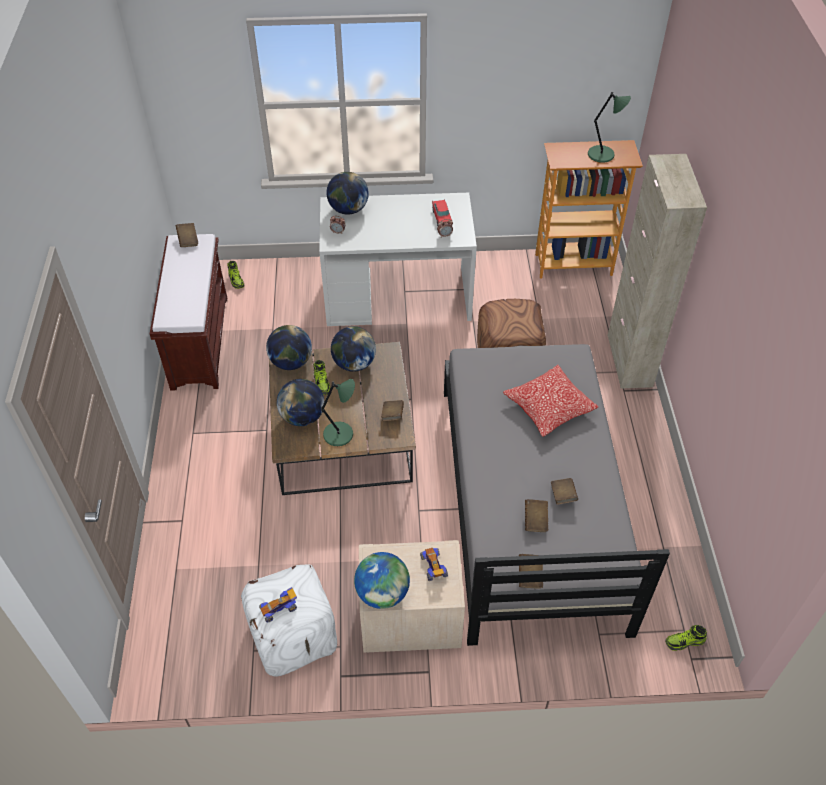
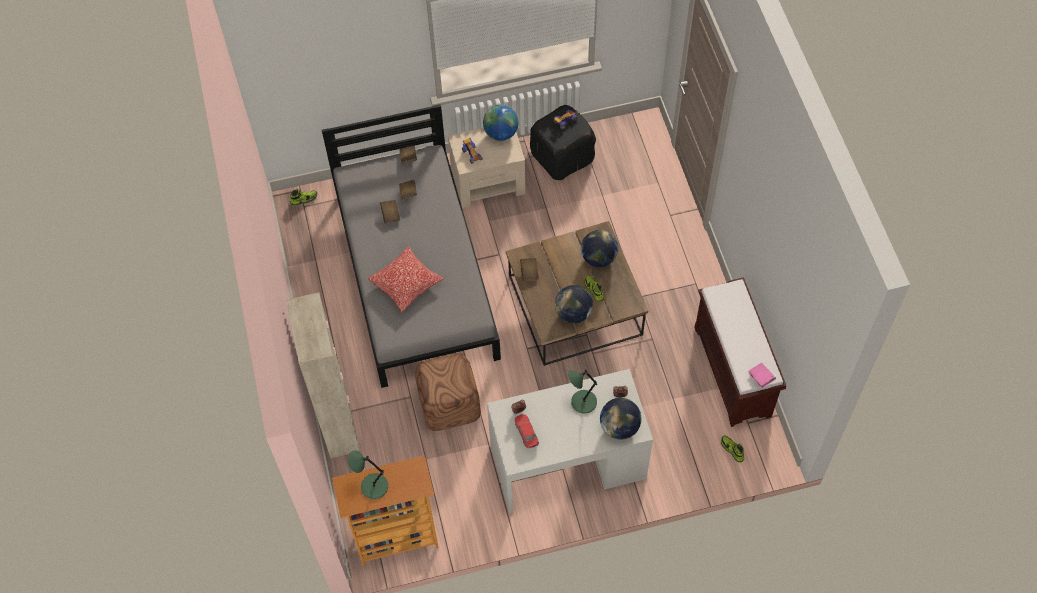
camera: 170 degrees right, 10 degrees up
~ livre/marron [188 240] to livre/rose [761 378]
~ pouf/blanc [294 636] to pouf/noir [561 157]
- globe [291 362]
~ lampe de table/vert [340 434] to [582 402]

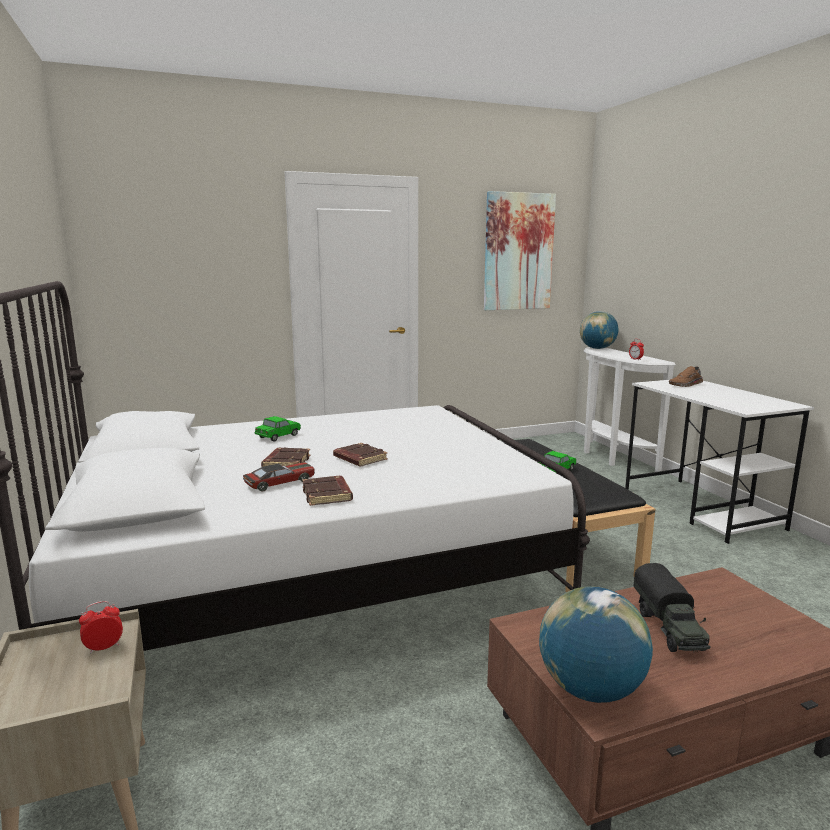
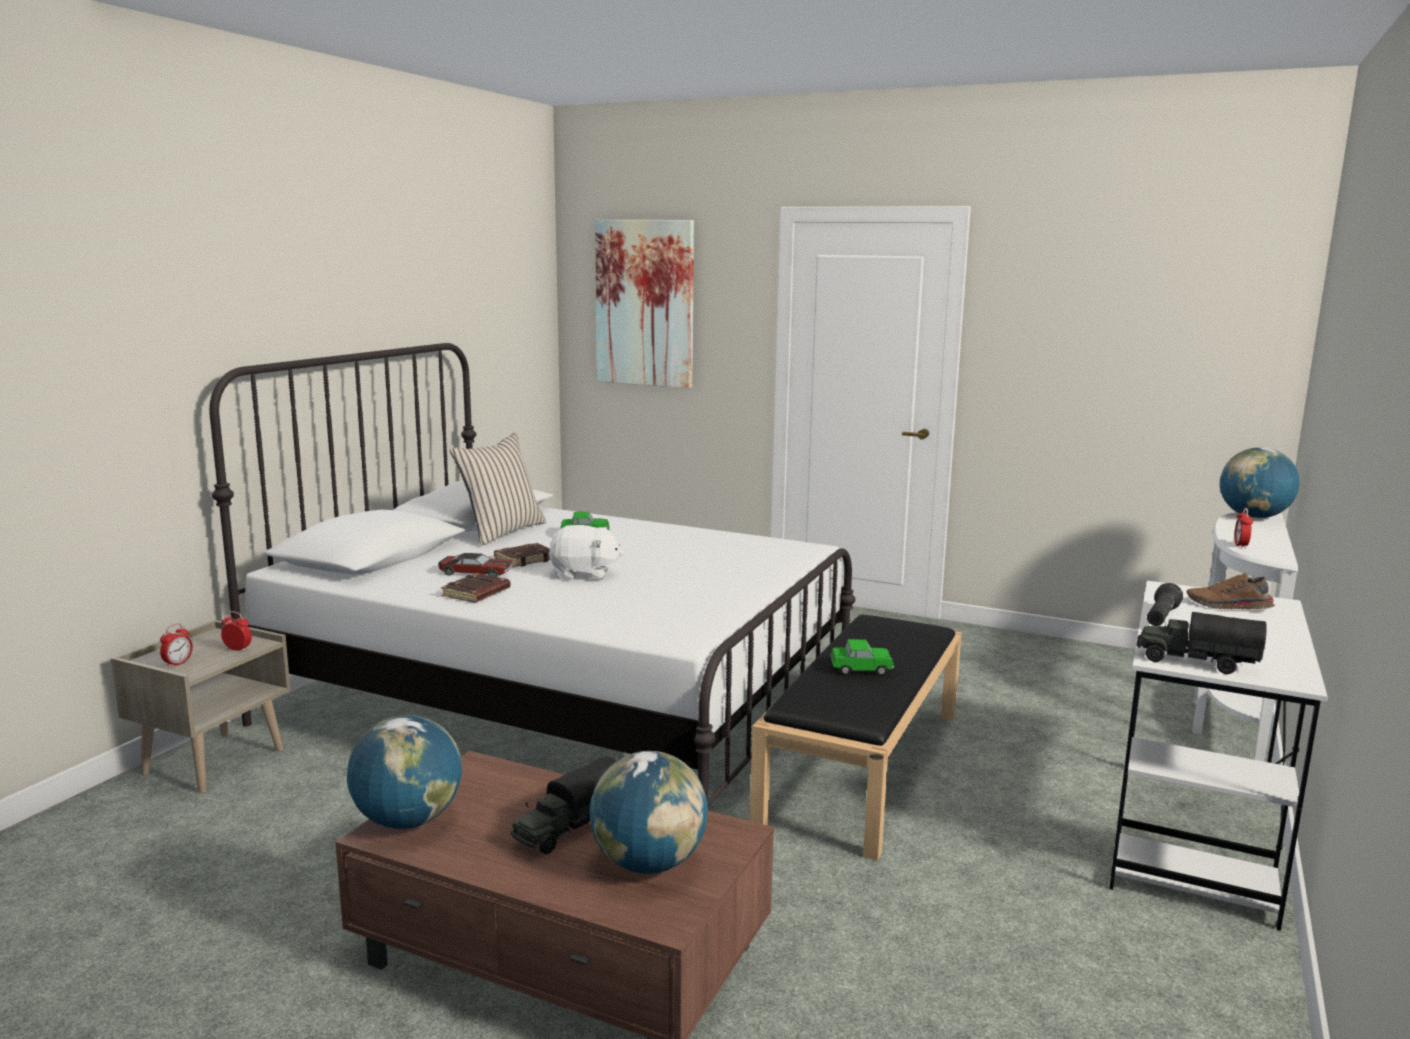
camera: 45 degrees right, 0 degrees up
~ livre/marron [359 459] to peluche/blanc [584 574]
~ tableau [518 252] to [645 303]
+ réveil [178 664]
+ coussin/beige [501 532]
+ globe [649 863]
+ camion jouet [1196 662]
+ lampe de poche/noir [1161 618]

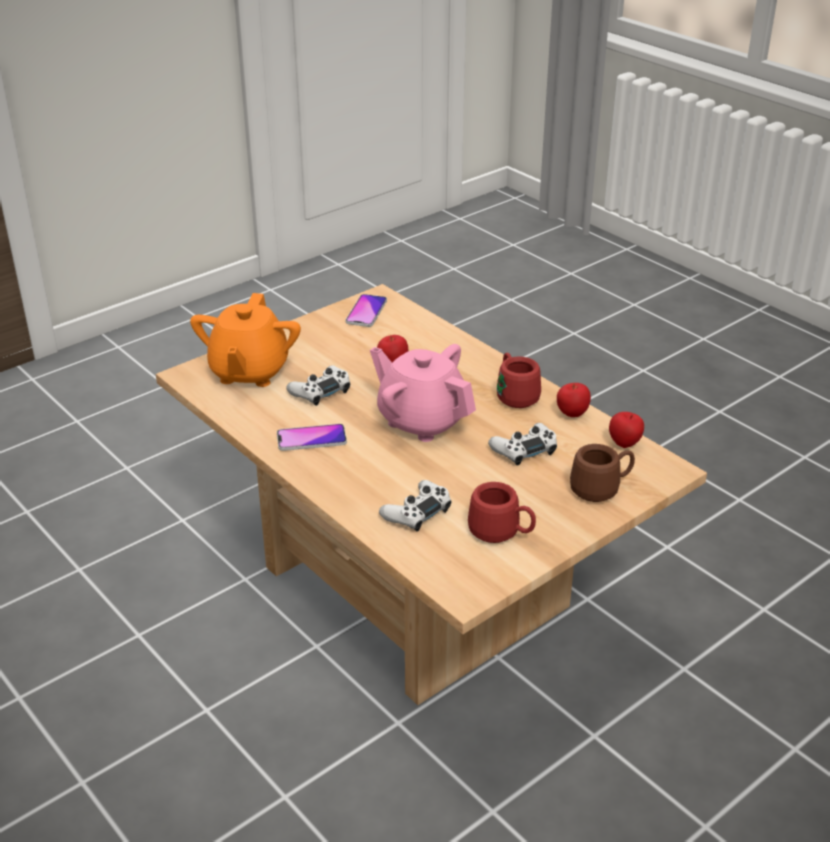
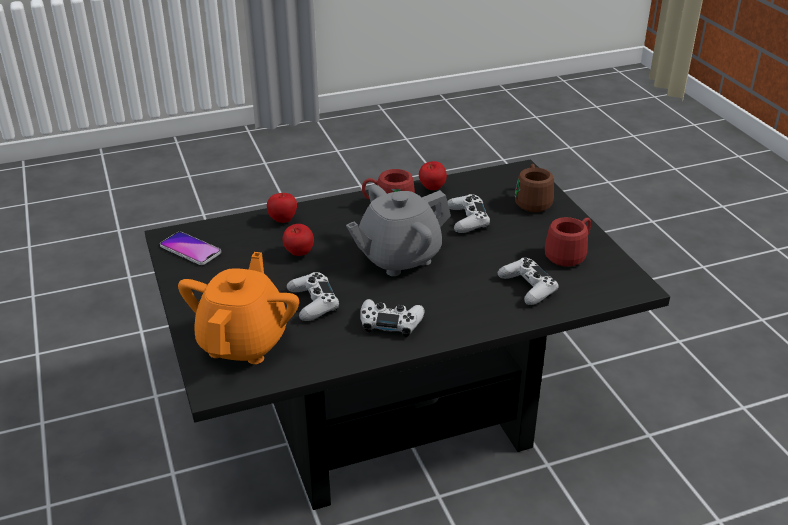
camera: 70 degrees left, 0 degrees up
~ table basse/beige [415 586] to table basse/noir [394 414]
~ théière/orange [249 372] = [244 342] 105 degrees counterclockwise
~ téléphone [311 439] to manette/blanc [390 323]
~ théière/rose [422 421] to théière/gris [398 257]
~ pomme [625 444] to [283 220]

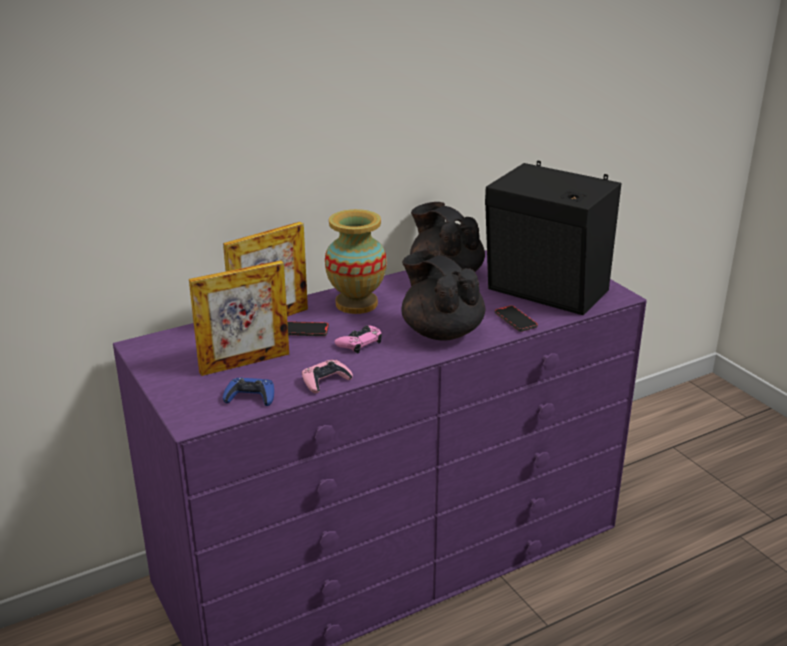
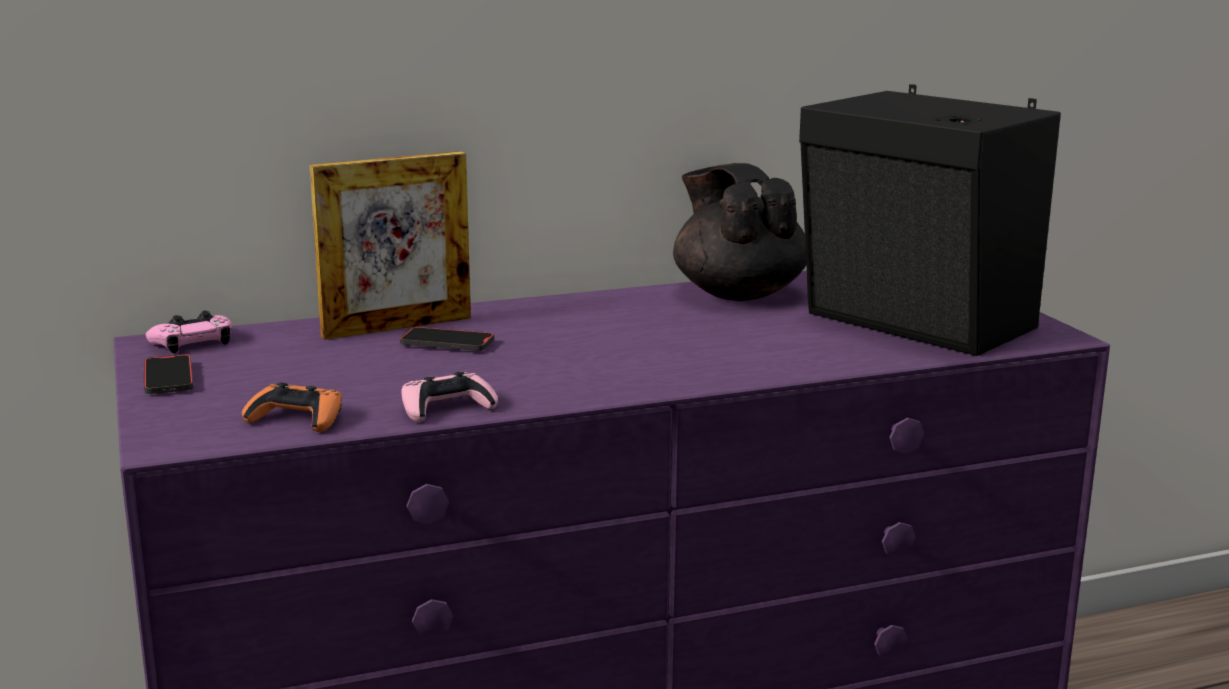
camera: 10 degrees right, 10 degrees down
- cadre photo [245 363]
~ manette/bleu [250 397] to manette/orange [296 419]
- vase [356 304]
~ manette/rose [359 343] to [193 342]
- théière/noir [441 331]
~ téléphone [515 320] to [168 378]

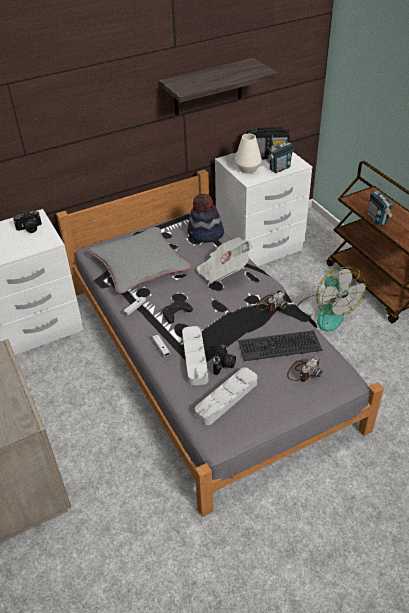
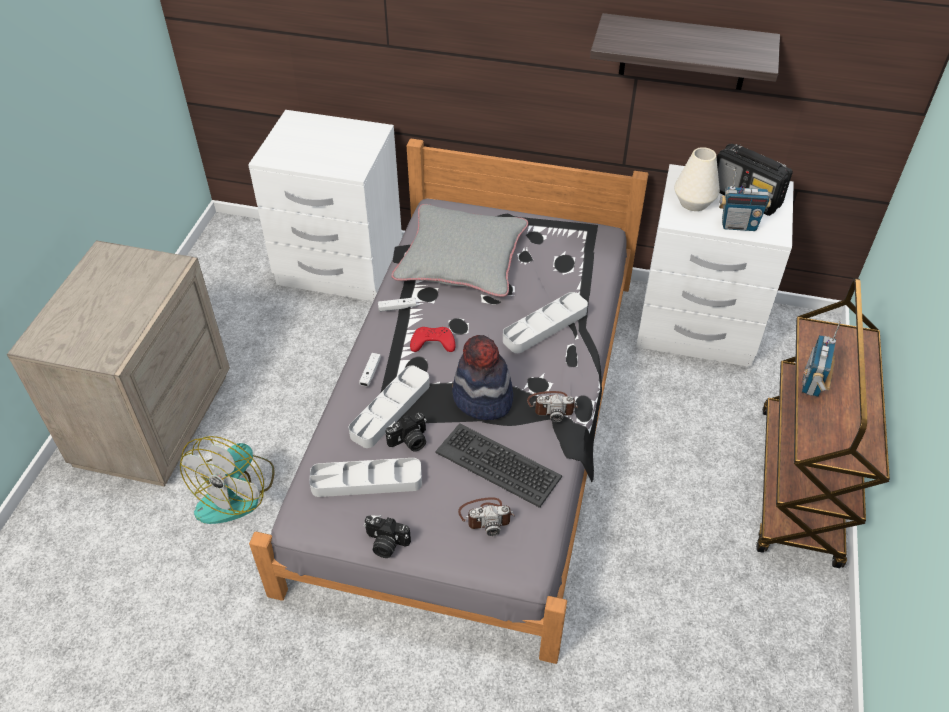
camera: 40 degrees right, 5 degrees up
~ appareil photo [30 229] to [385 544]
~ manette/noir [176 313] to manette/rouge [432 343]
~ chapeau [205 234] to [482 398]
~ journal [223 271] to plateau/gris [545 326]
~ ventilateur [325 312] to [237 491]

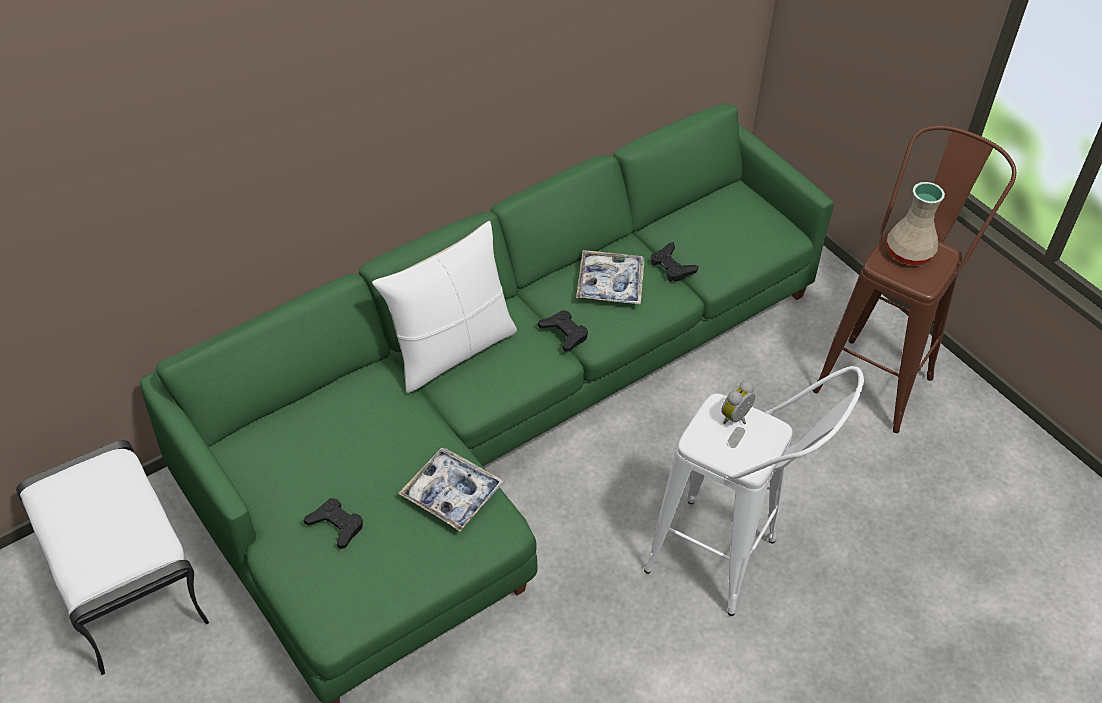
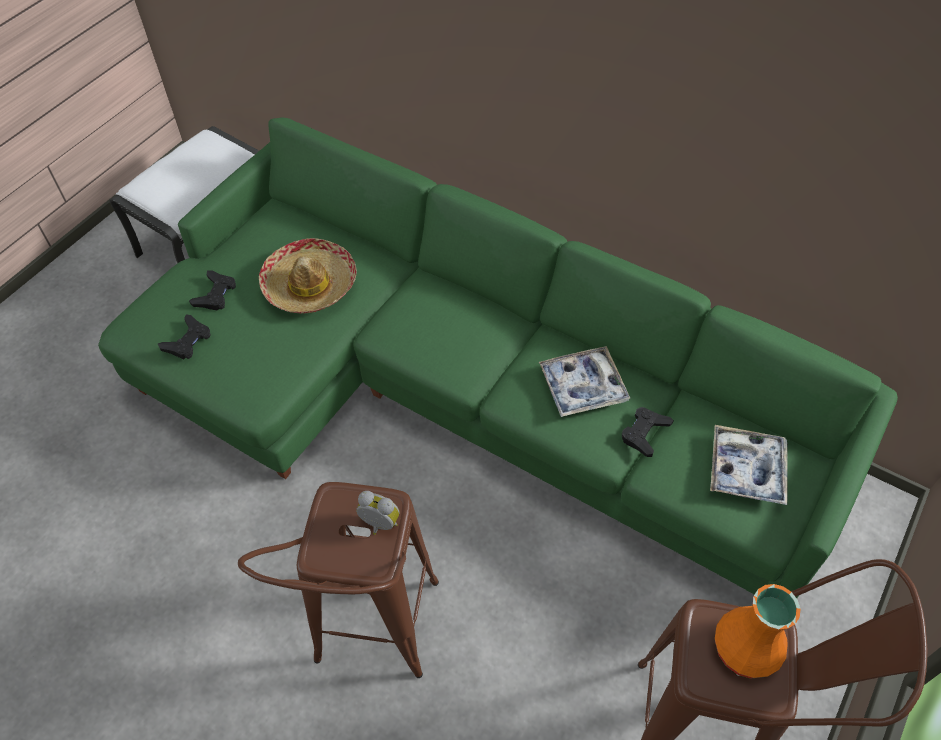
camera: 70 degrees right, 5 degrees up
- coussin/blanc [451 350]
~ plateau [452 494] to [746 469]
~ manette/noir [564 333] to [188 341]
~ tabouret/blanc [729 565] to tabouret/marron [373 642]
~ vase/beige [909 254] to vase/orange [744 649]
+ chapeau [310 285]

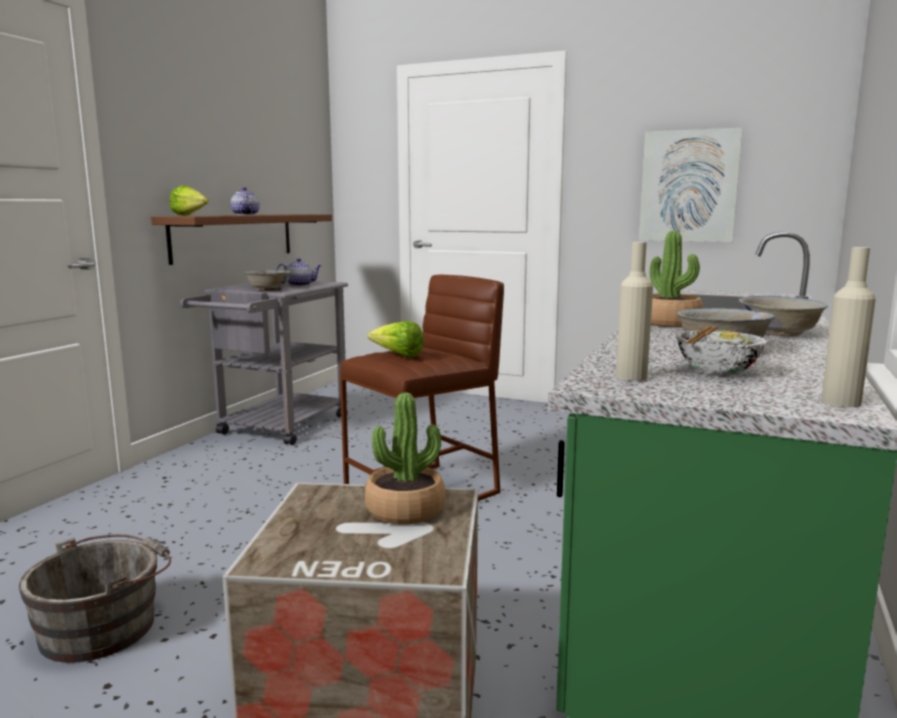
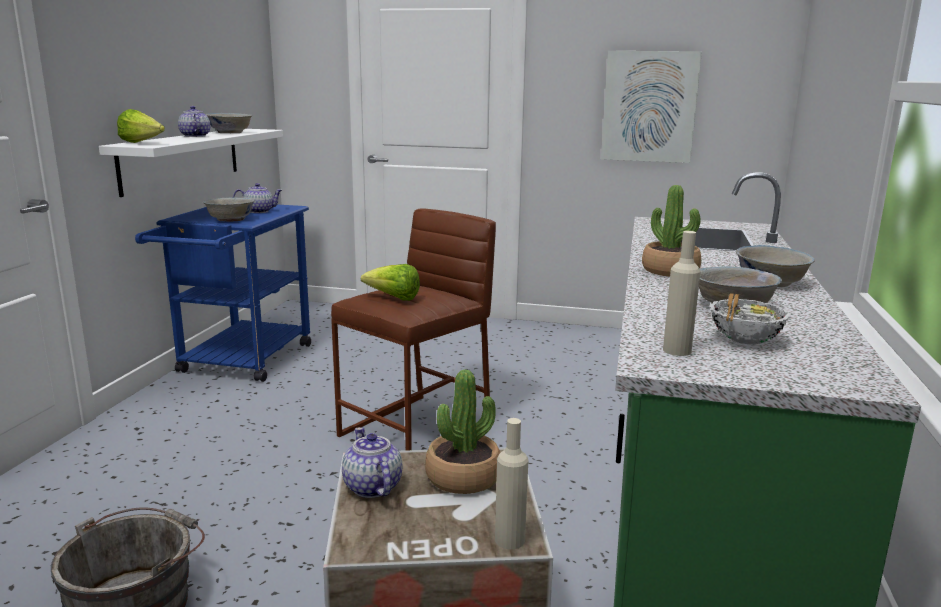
camera: 10 degrees left, 5 degrees up
~ étagère/marron [234 236] to étagère/blanc [182 159]
~ chariot/gris [277 428] to chariot/bleu [240 362]
~ bouteille/beige [841 402] to [510 540]
+ bol/blanc [230 132]
+ théière [371 487]

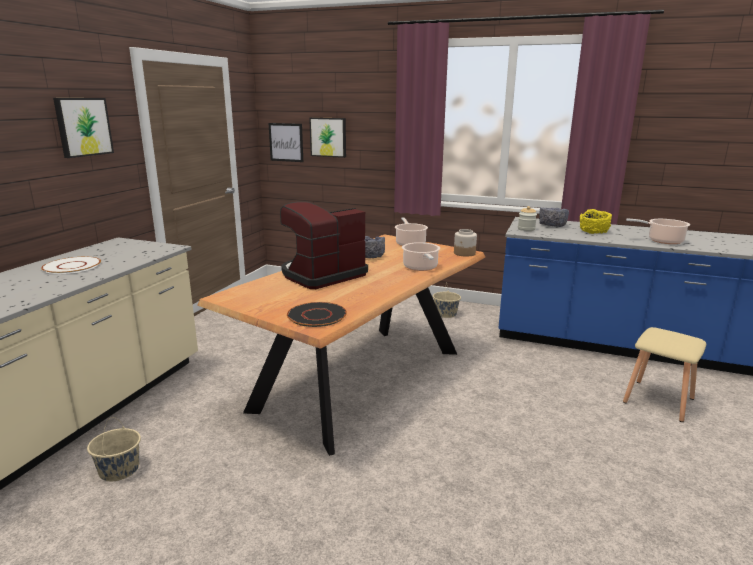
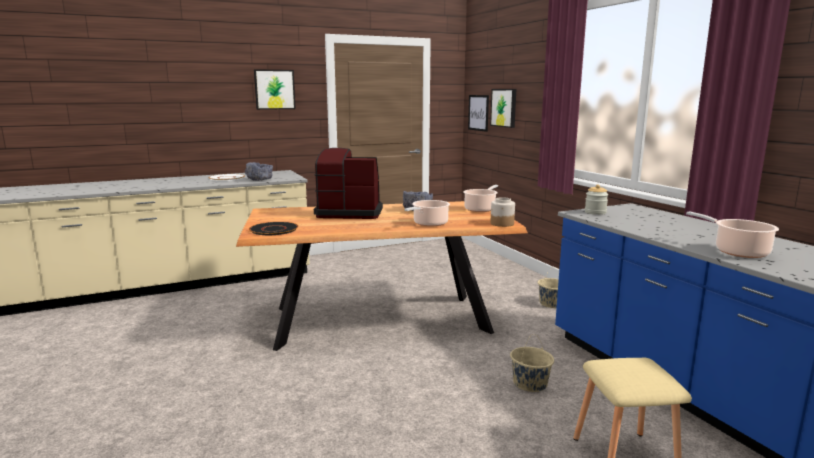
camera: 45 degrees right, 5 degrees down
~ seau/beige [119 470] to [530 383]
~ bol/gris [552 225] to [259 179]
- bol/jaune [593 231]

